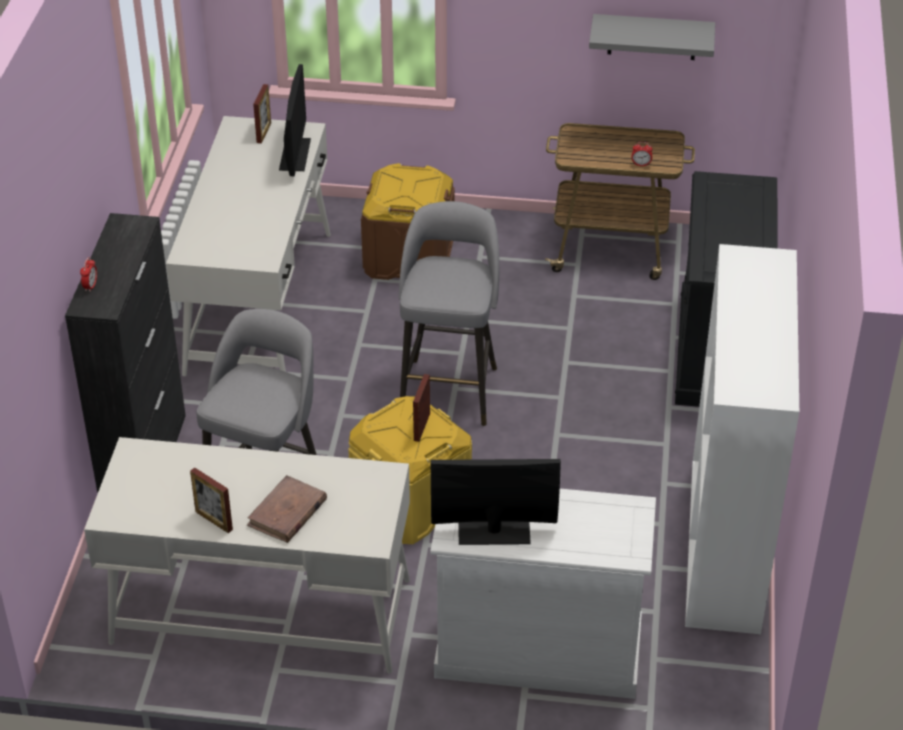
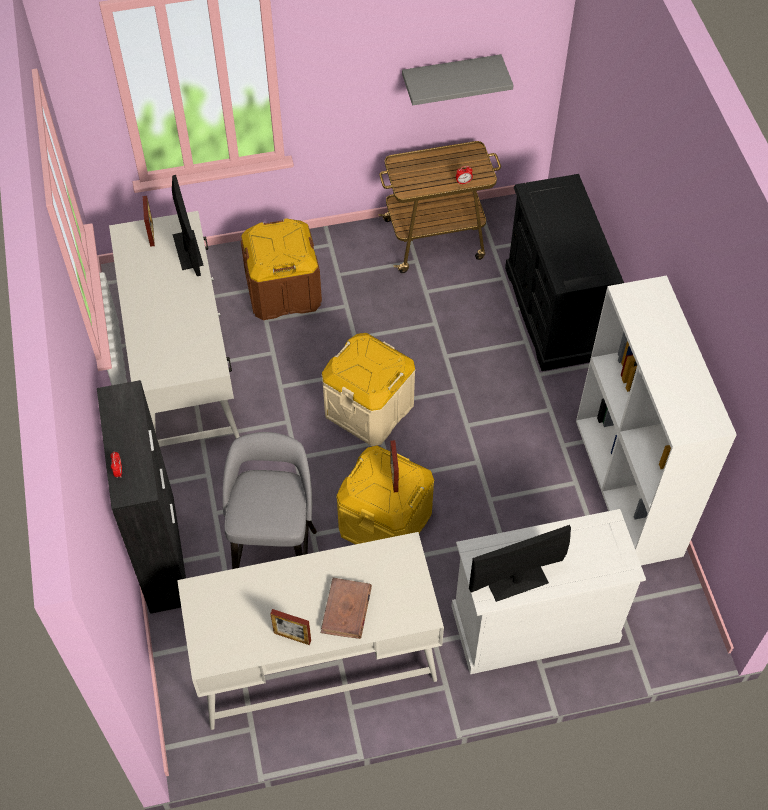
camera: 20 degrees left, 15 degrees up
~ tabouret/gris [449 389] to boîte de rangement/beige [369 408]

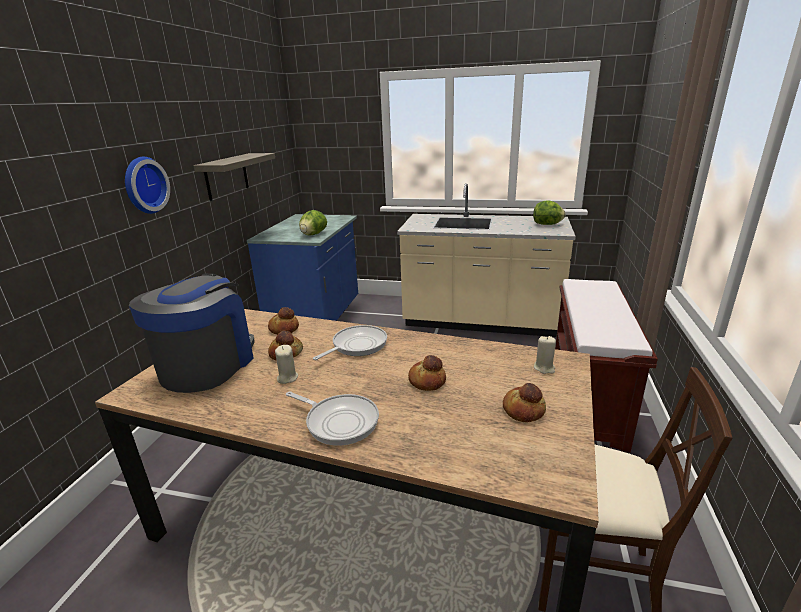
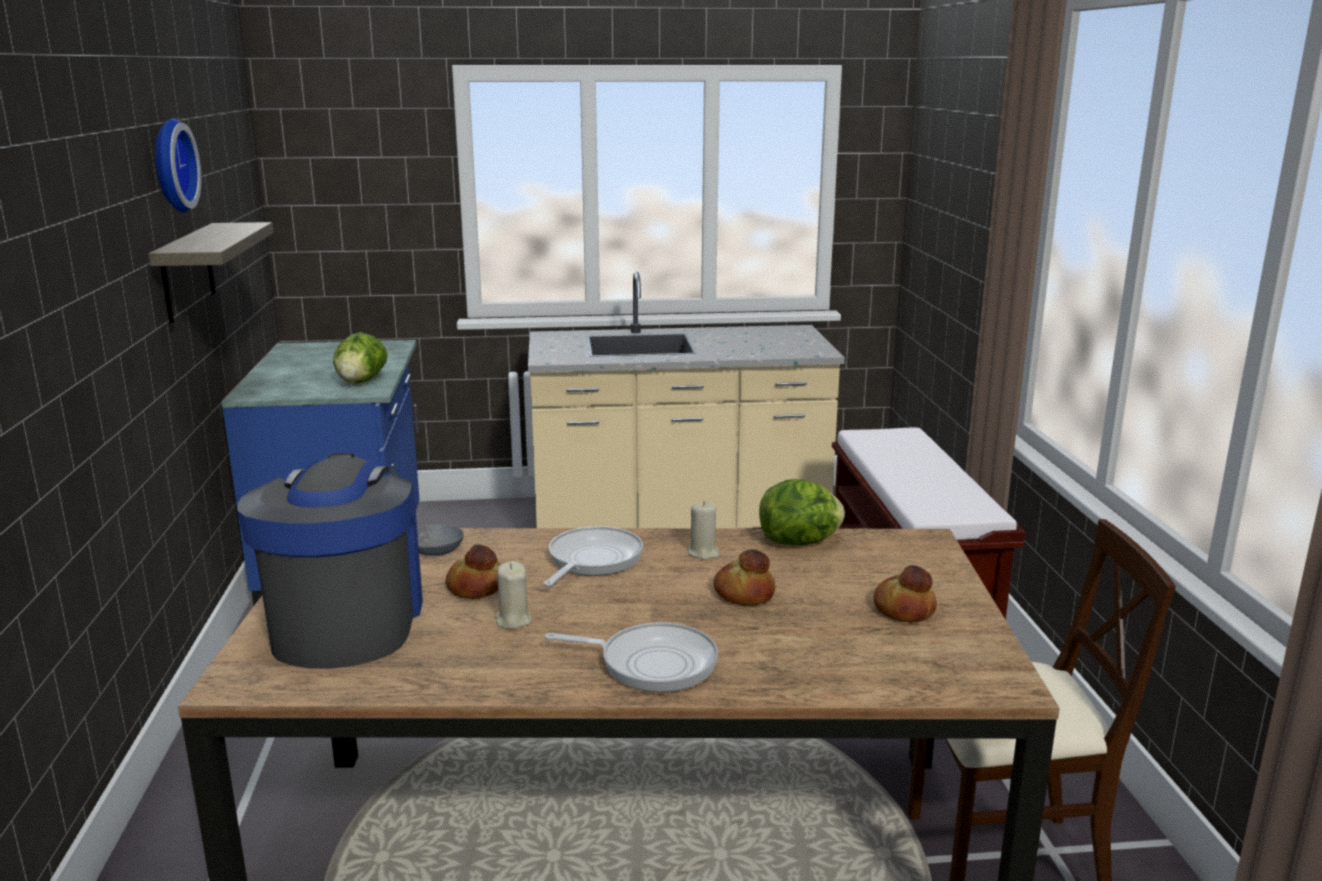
camera: 20 degrees left, 5 degrees down
~ horloge murale [143 185] to [169 166]
~ pain [283 329] to bol/gris [436 551]
~ laitue [547 224] to [800 542]
~ bougie/beige [544 368] to [703 552]

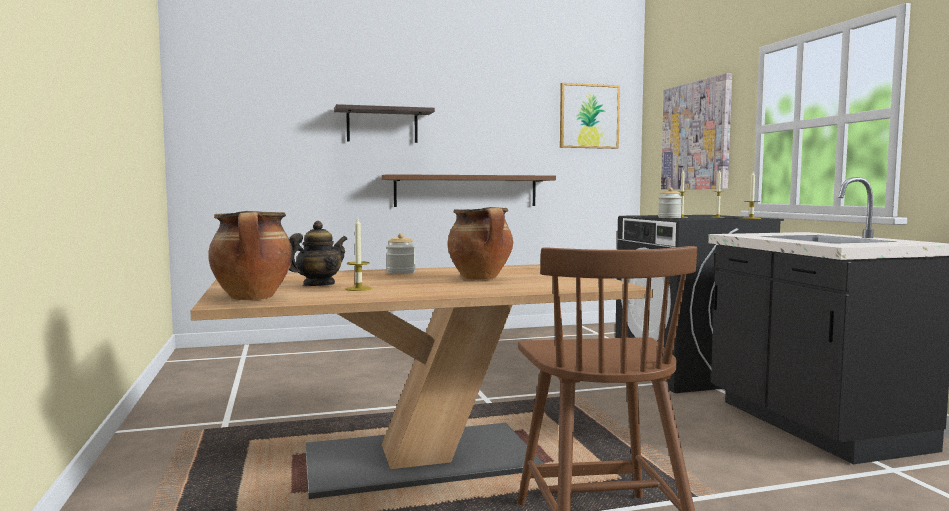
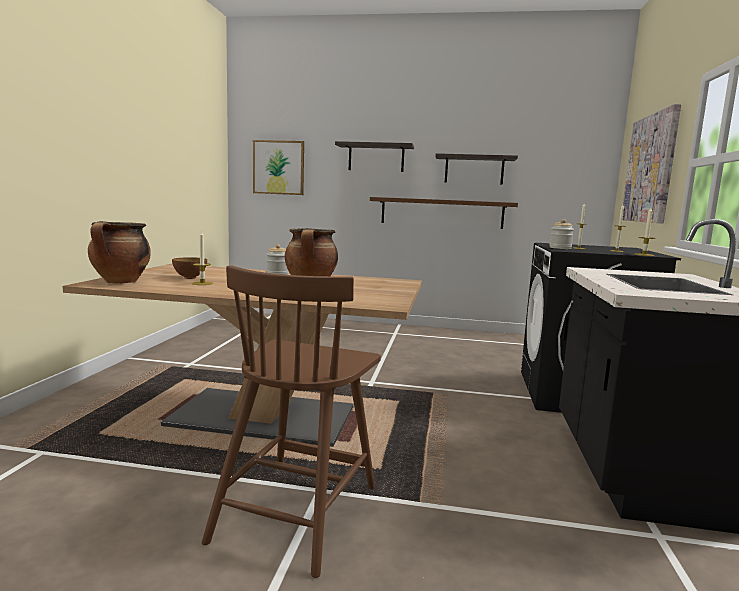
camera: 25 degrees right, 5 degrees up
~ théière [318 285] to bol [190 278]
~ tableau [589 116] to [278 167]
+ étagère [474 170]

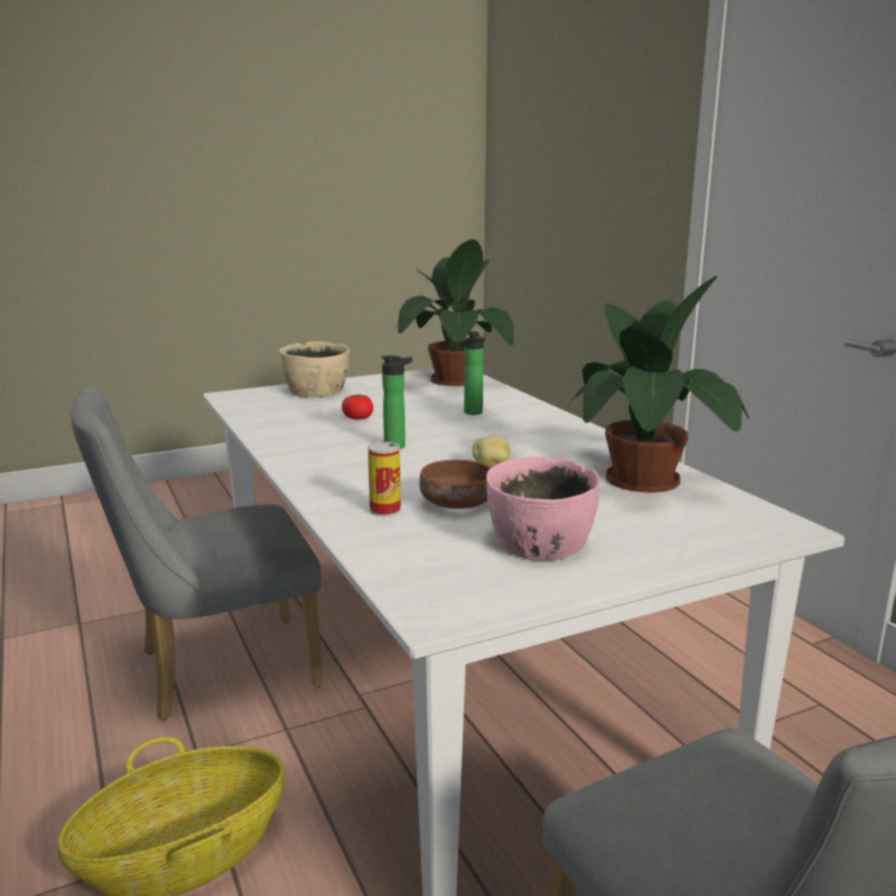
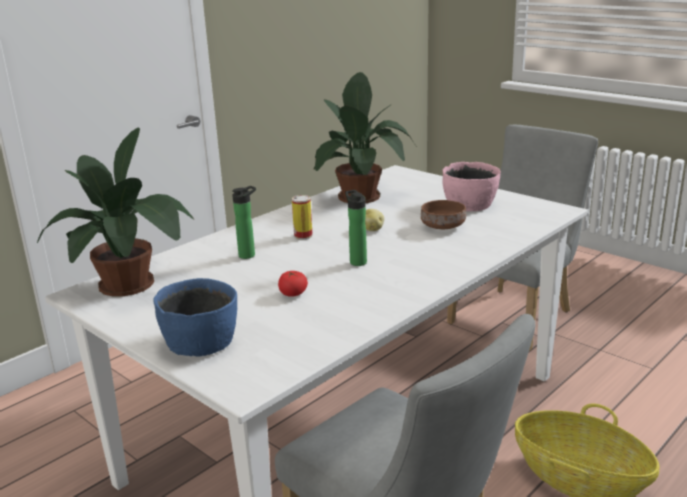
camera: 110 degrees left, 5 degrees up
~ bol/beige [317 391] to bol/bleu [201 341]
~ boîte métallique [385 510] to [303 235]

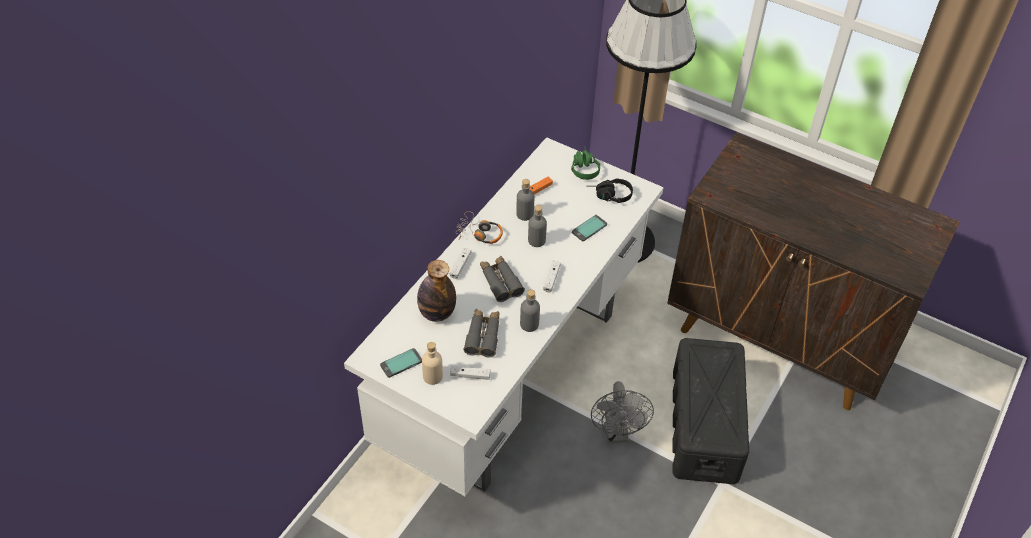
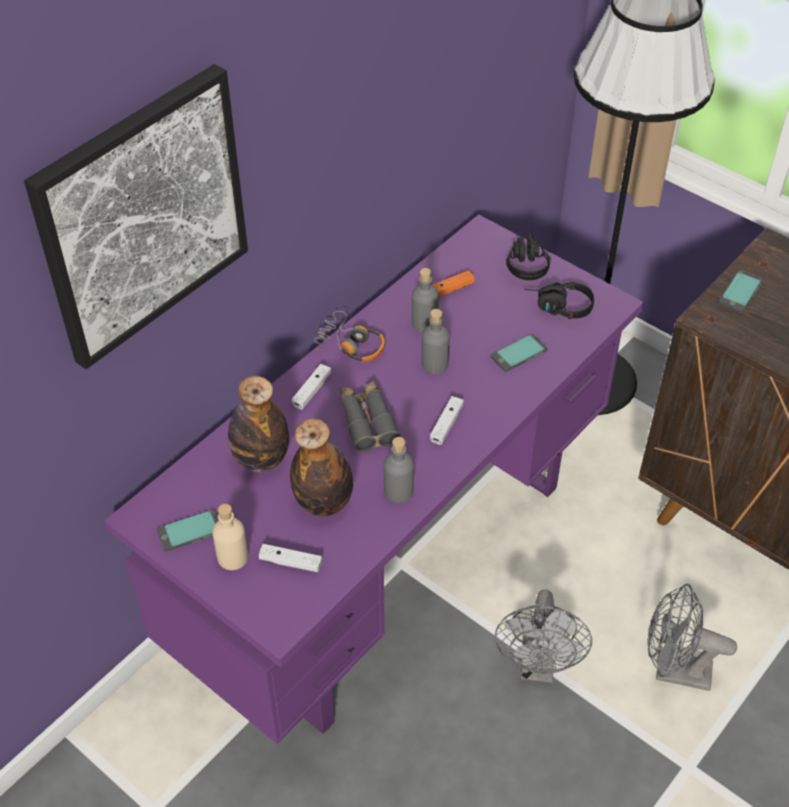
camera: 10 degrees right, 0 degrees up
~ bureau/blanc [510 376] to bureau/violet [393 561]
~ jumelles/gris [483 336] to bouteille [324 502]
~ casque audio/vert [583 167] to casque audio/noir [525 262]
~ boîte de rangement/noir [704 425] to ventilateur/gris [673 671]
+ tableau [143 216]
+ téléphone [740 292]

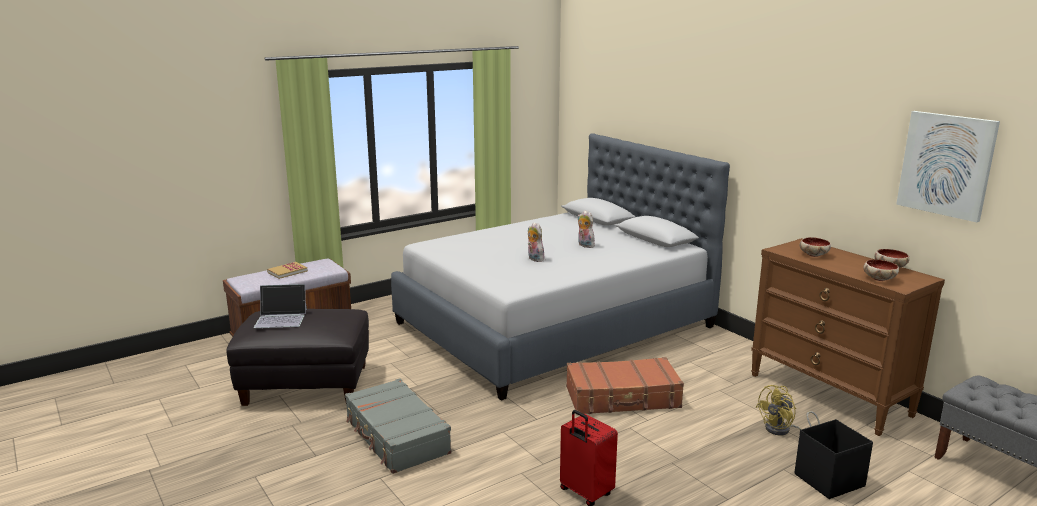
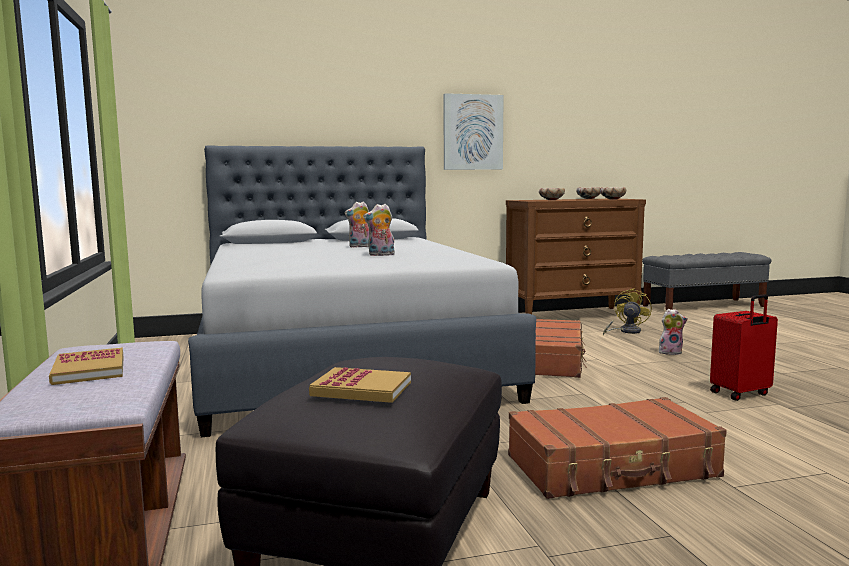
camera: 70 degrees left, 10 degrees down
~ ordinateur portable [281 318] to livre [361 389]
~ valise/gris [396 436] to valise/marron [613 467]
~ ventilateur/jaune [783 430] = [626 331] 135 degrees counterclockwise
- boîte de rangement/noir [828 480]
~ tableau [946 165] to [472 132]
+ peluche [670 352]

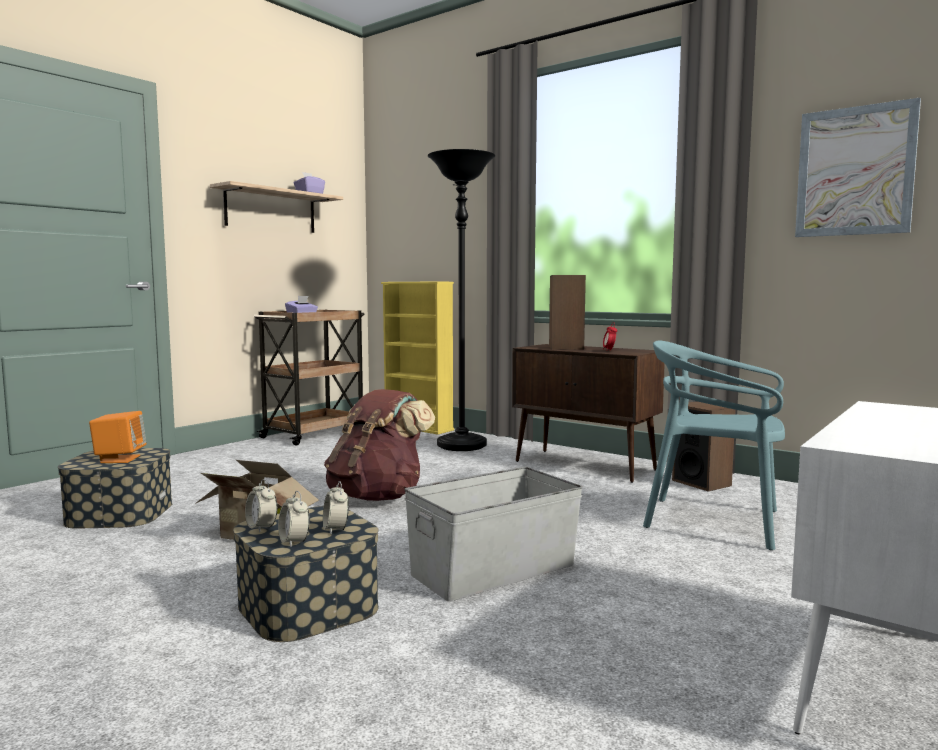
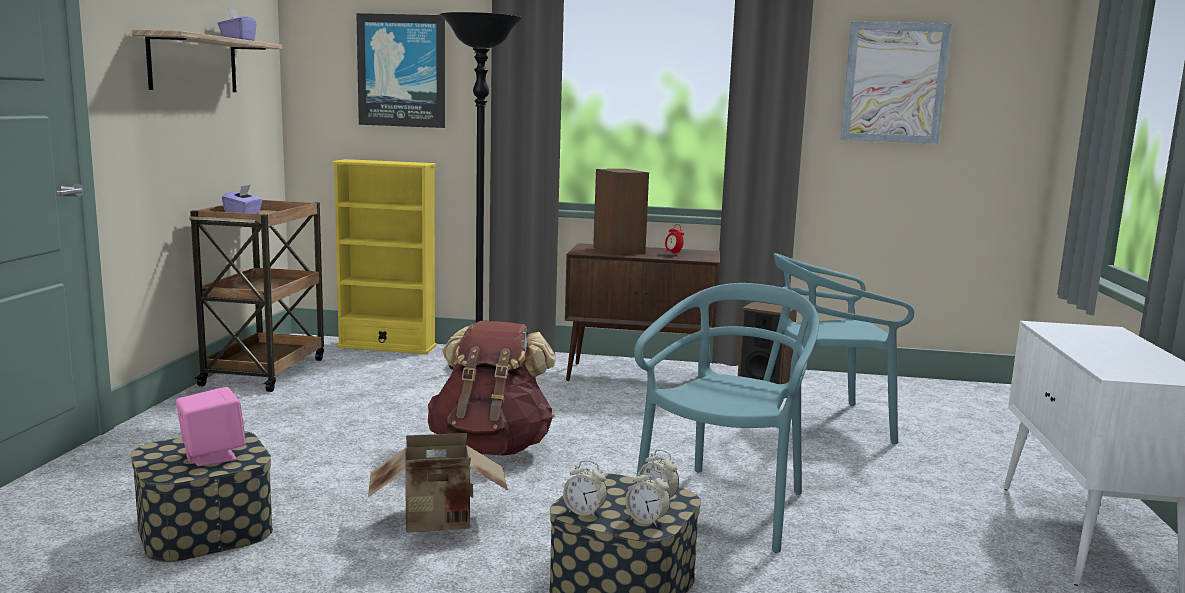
camera: 30 degrees left, 5 degrees up
~ enceinte/orange [120 459] to enceinte/rose [212 456]
~ boîte de rangement/gris [495 570] to chaise/turquoise [725 507]
+ tableau [402 71]

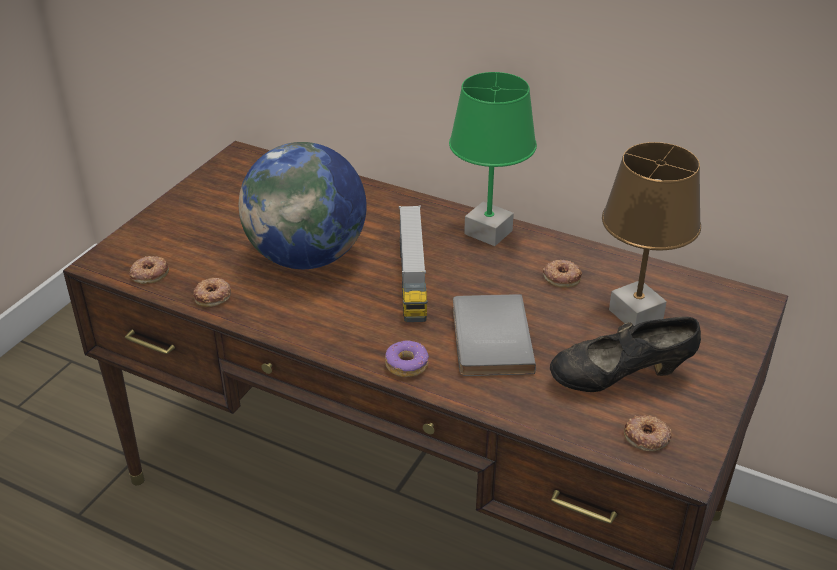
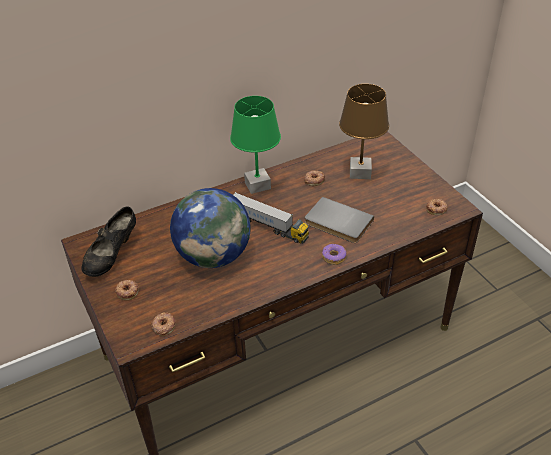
camera: 55 degrees left, 5 degrees up
~ beignet [213 296] to [127 291]
~ chaussure/noir [620 379] to [112 256]

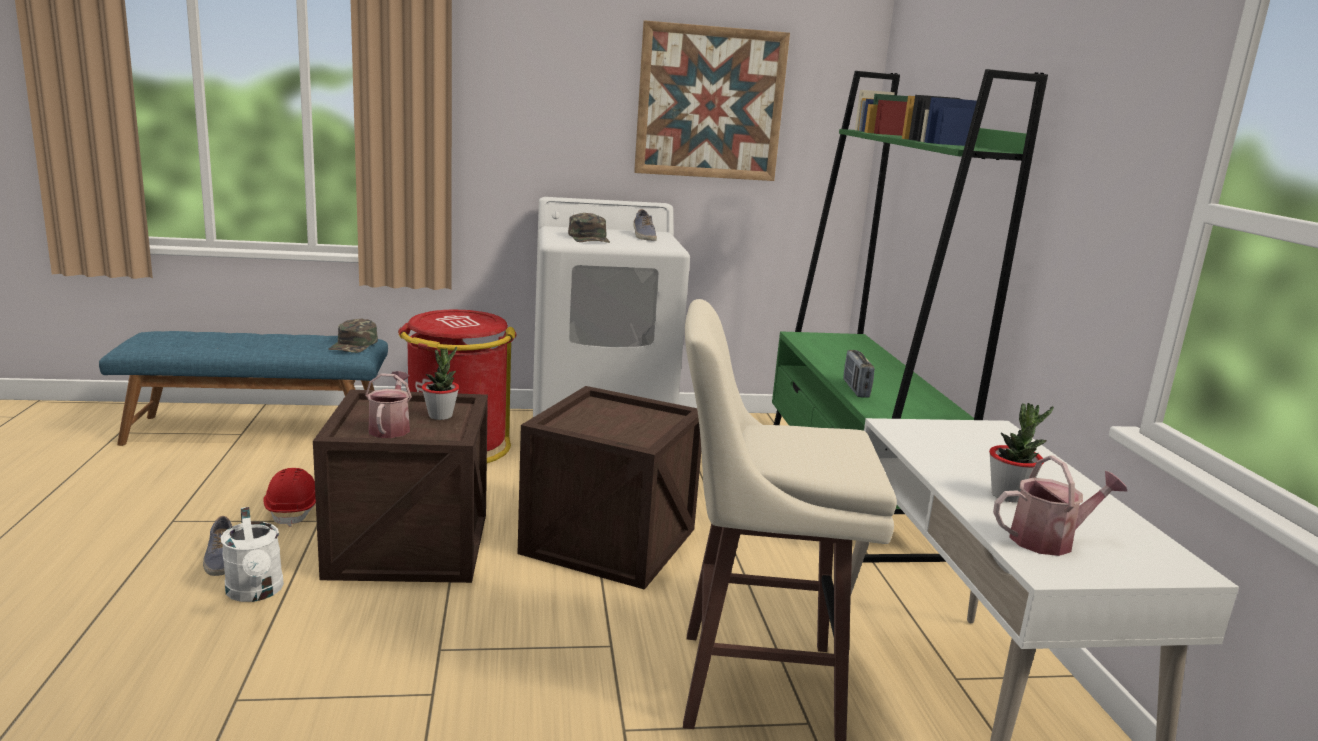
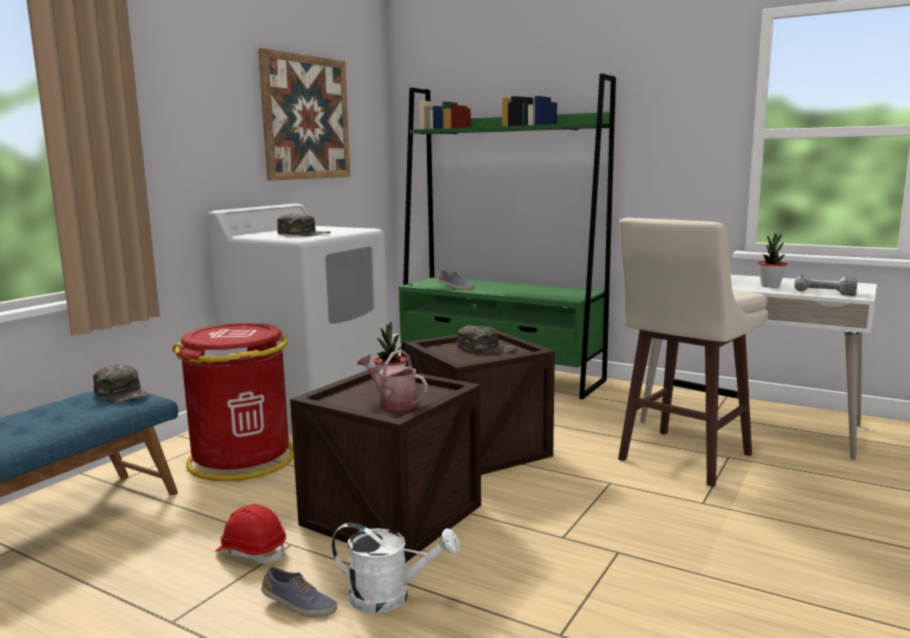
camera: 50 degrees left, 5 degrees down
~ chaussure [643 236] to [455 288]
- radio [855 389]
~ arrosoir [1049 540] to perceuse [824 290]
+ casquette/vert [486 348]

